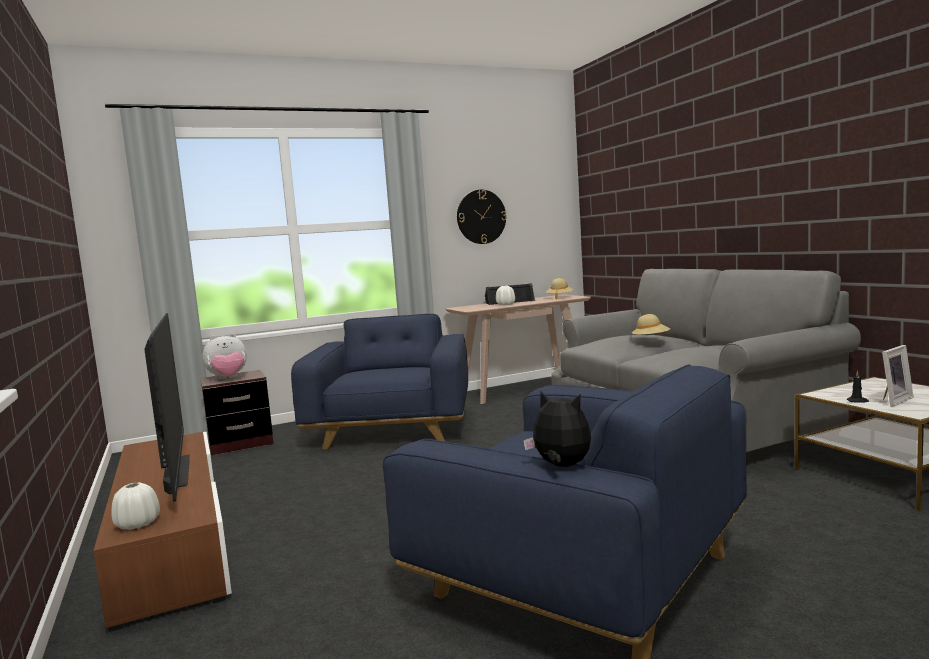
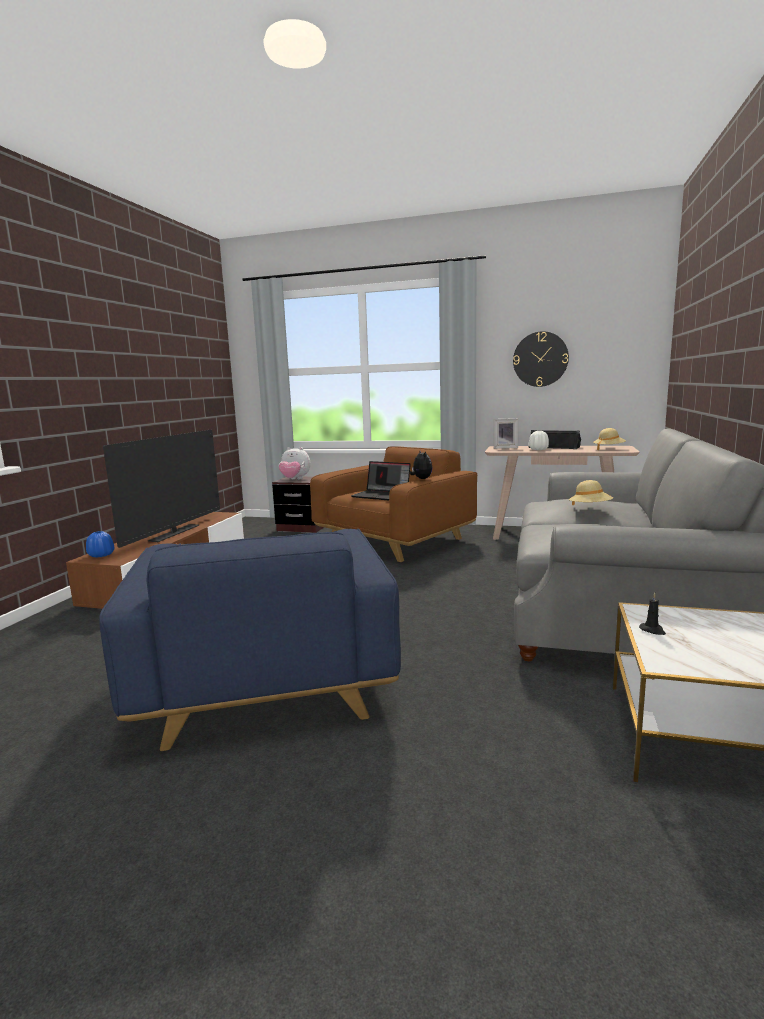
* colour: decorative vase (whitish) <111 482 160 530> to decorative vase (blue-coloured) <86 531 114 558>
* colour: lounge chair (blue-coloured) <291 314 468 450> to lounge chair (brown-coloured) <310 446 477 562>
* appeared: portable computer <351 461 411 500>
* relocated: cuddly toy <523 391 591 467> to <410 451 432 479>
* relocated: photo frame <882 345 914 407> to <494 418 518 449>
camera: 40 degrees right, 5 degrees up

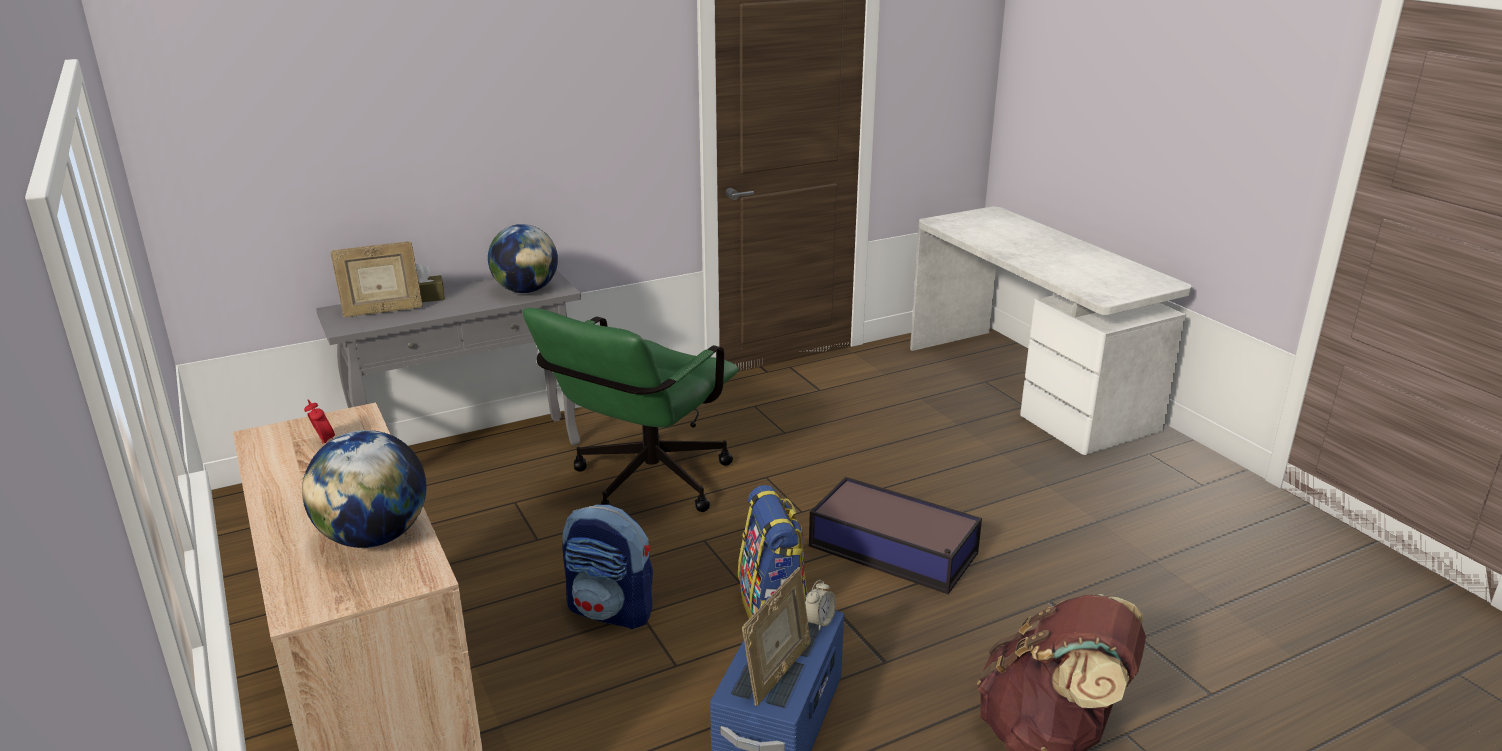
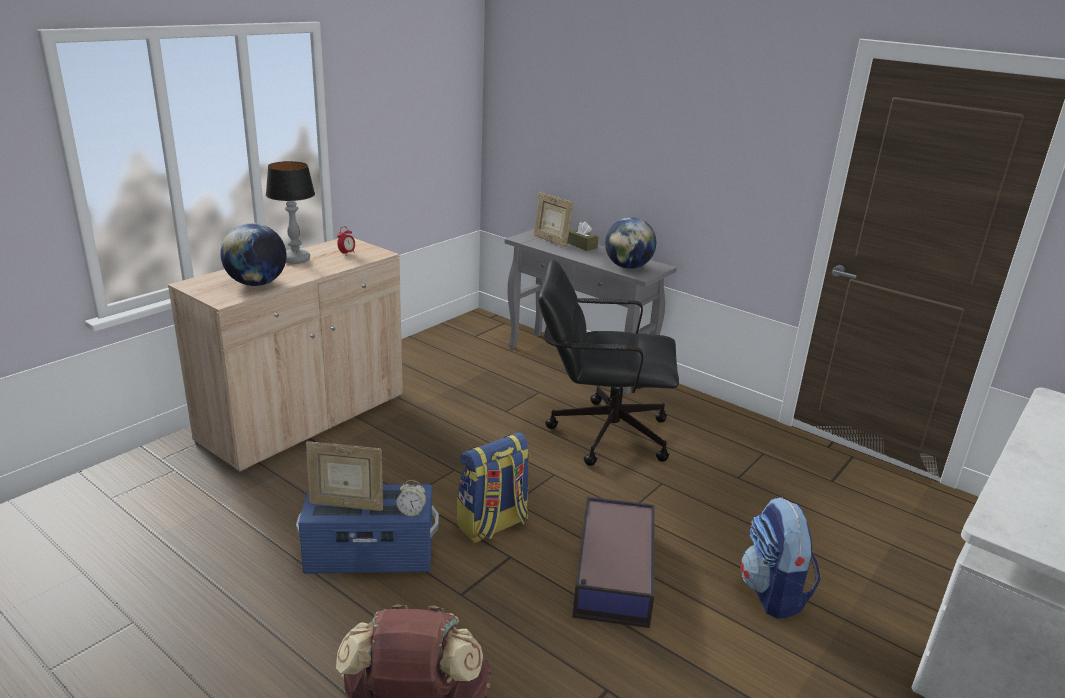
* appeared: tabletop lamp <266 161 315 264>
* colour: desk chair (green) <523 308 738 512> to desk chair (black-coloured) <538 259 679 466>
* relocated: knapsack <562 505 653 630> to <740 497 821 619>
camera: 65 degrees right, 0 degrees up

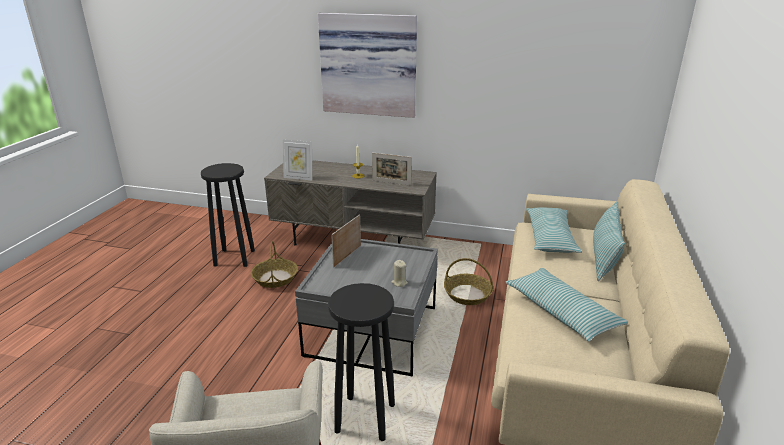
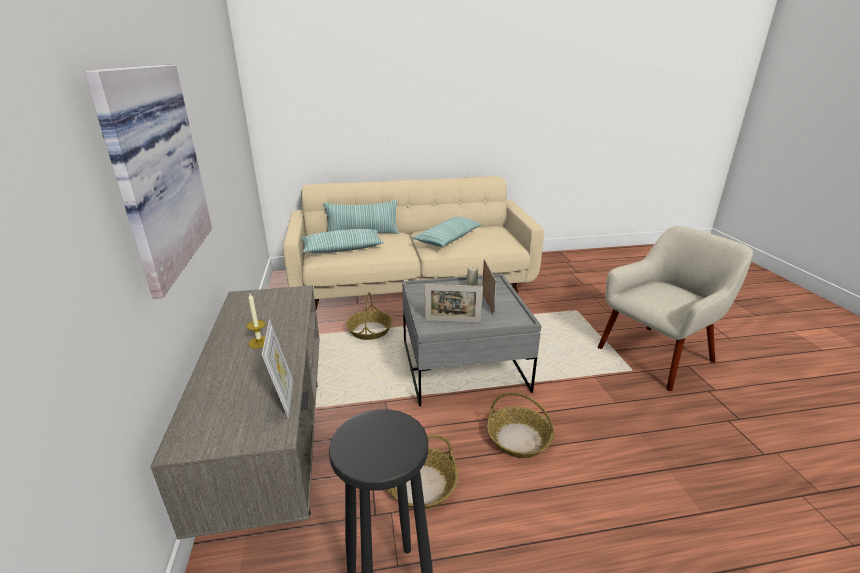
* relocated: photo frame <372 152 412 186> to <482 258 497 316>
* appeared: household basket <487 392 554 458>
* missing: stool (black-coloured) <328 283 395 441>
camera: 115 degrees left, 0 degrees up

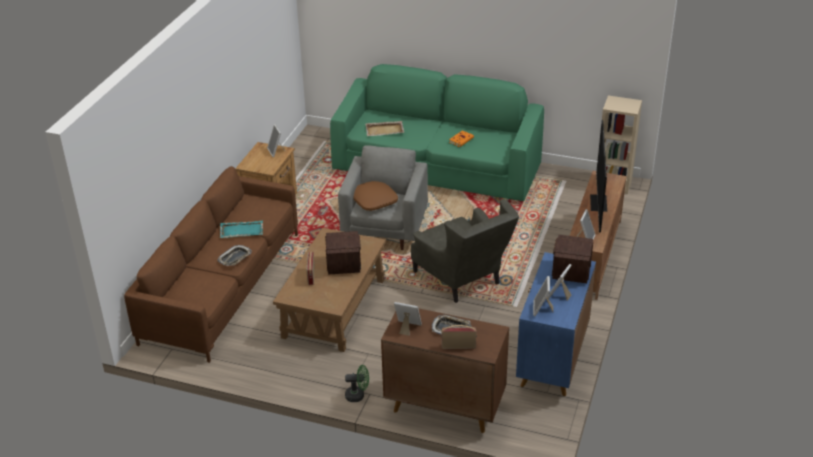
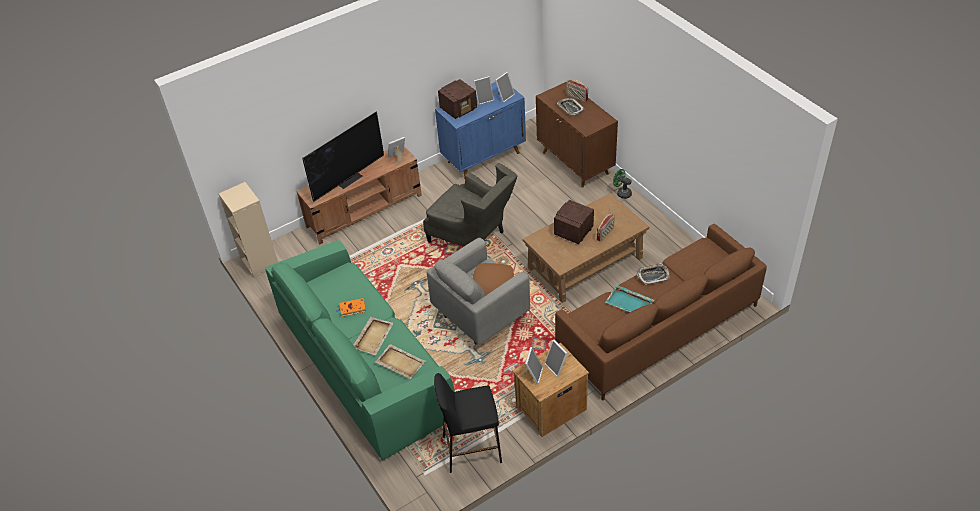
* appeared: carrying tray (sand-coloured) <354 317 393 355>
* spun: lounge chair (greyish) <411 199 519 303> = <423 163 517 247> 120 degrees clockwise
* appeared: stool (black-coloured) <434 373 502 473>
* relocated: photo frame <394 302 422 336> to <544 339 567 377>
camera: 140 degrees left, 10 degrees up

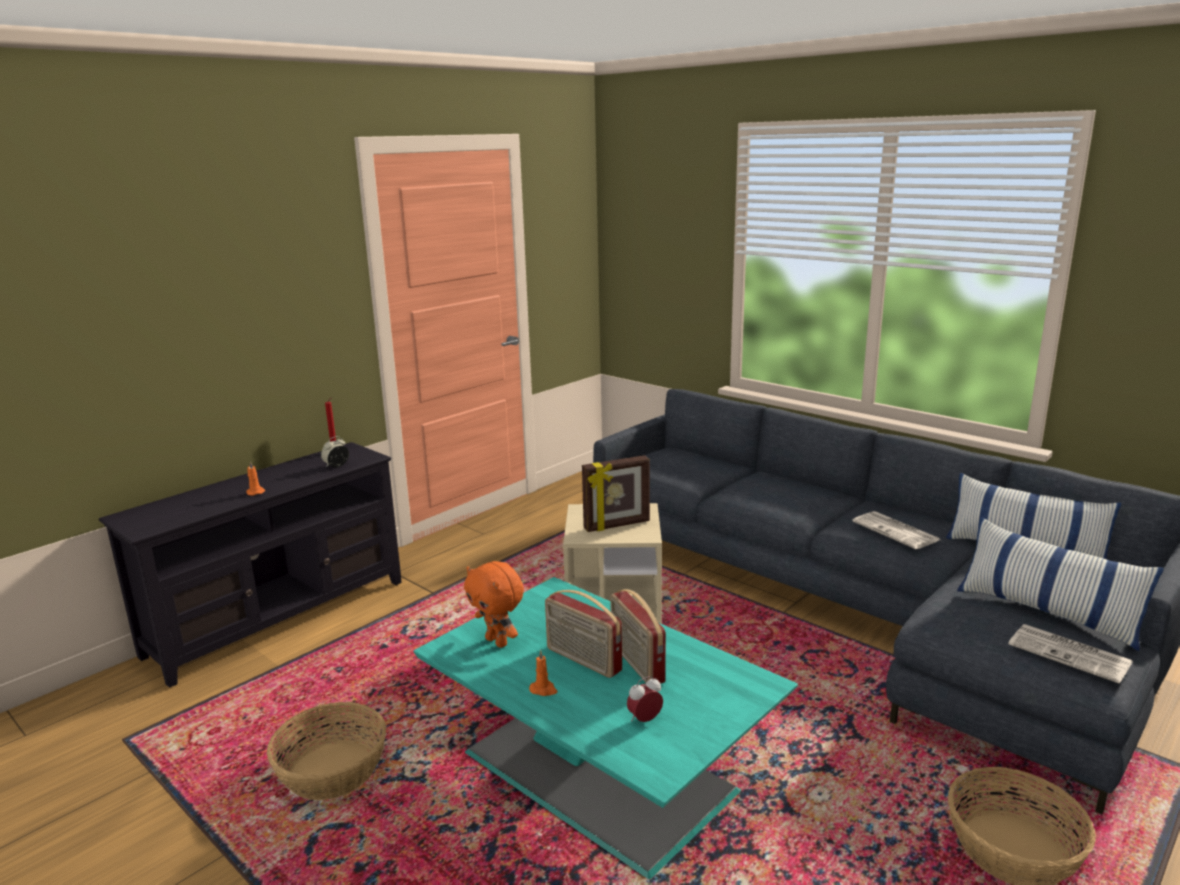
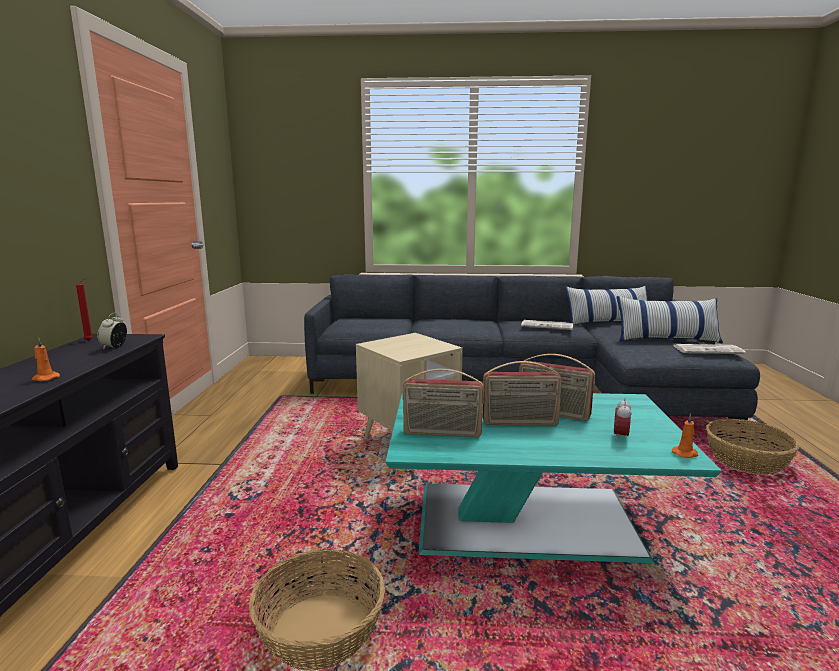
* exchanged: cuddly toy (orange-coloured) <464 561 524 648> to radio <403 369 484 437>
* relocated: wax light (orange-coloured) <529 650 557 696> to <672 414 698 458>
* missing: photo frame <582 455 650 532>
camera: 40 degrees left, 5 degrees down

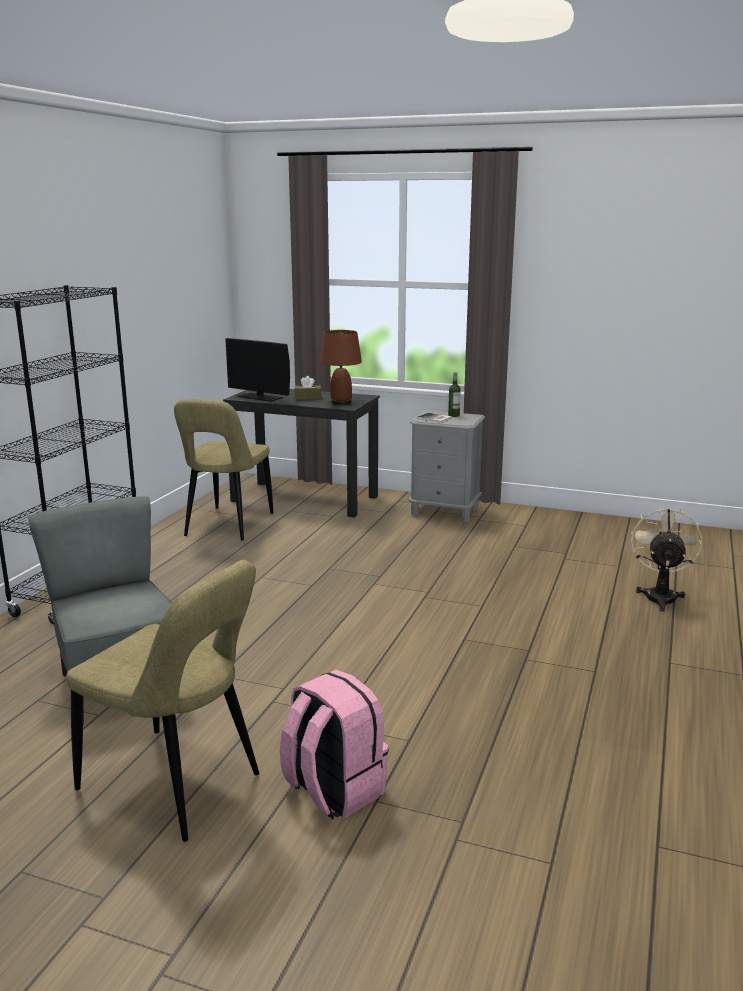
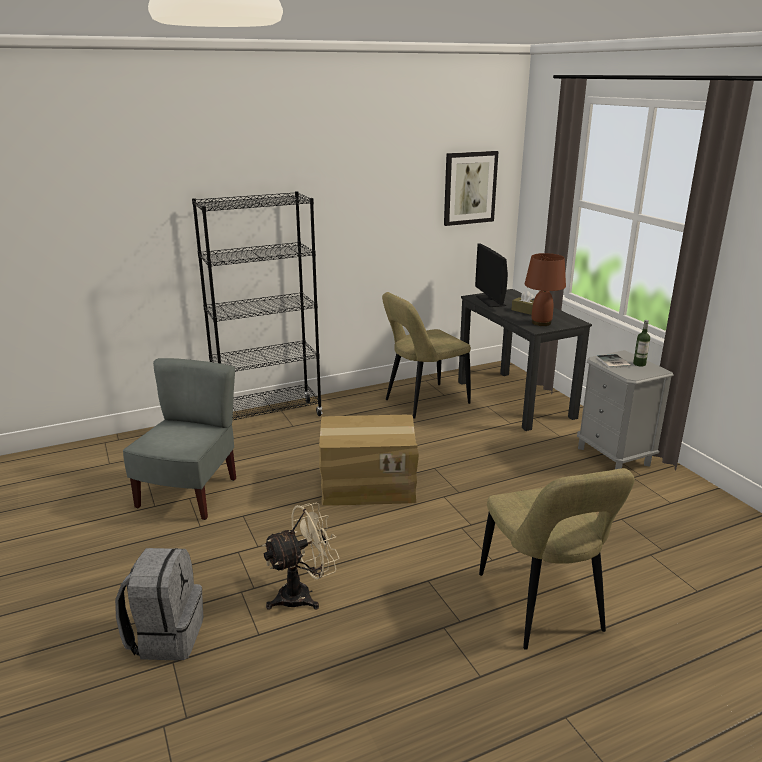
* colour: knapsack (pink-coloured) <280 670 389 819> to knapsack (greyish) <115 548 203 660>
* relocated: fan (sand-coloured) <631 505 702 611> to <263 503 339 610>
* appeared: cardboard box <319 415 419 506>
* appeared: picture <444 151 499 226>
* relocated: upright chair (sand-coloured) <66 560 259 842> to <479 468 635 650>
camera: 45 degrees right, 5 degrees up

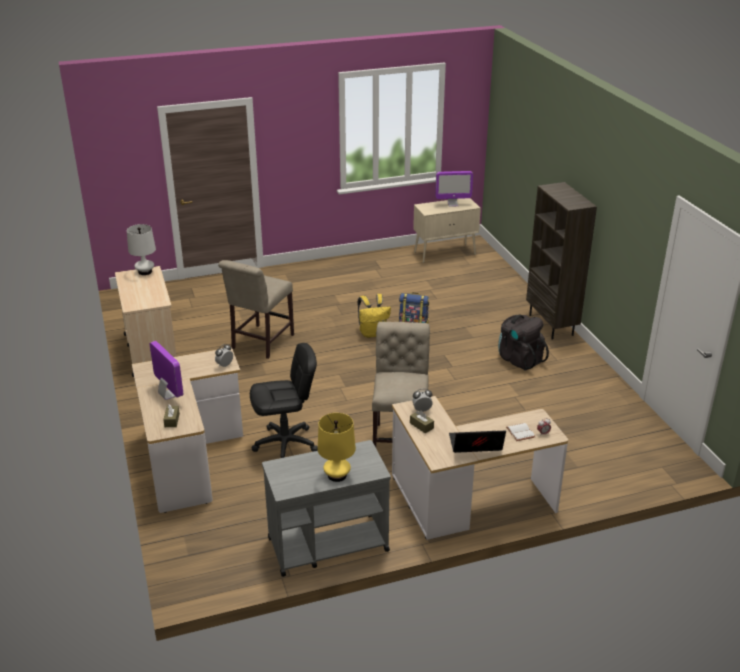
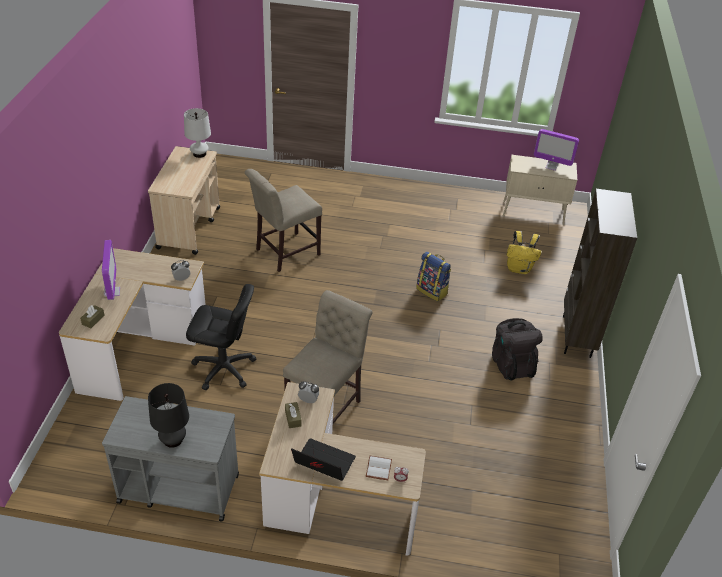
* colour: tabletop lamp (yellow) <318 413 356 482> to tabletop lamp (black-coloured) <148 383 189 448>
* relocated: knapsack (yellow) <357 294 391 338> to <507 231 541 274>
camera: 25 degrees right, 10 degrees up

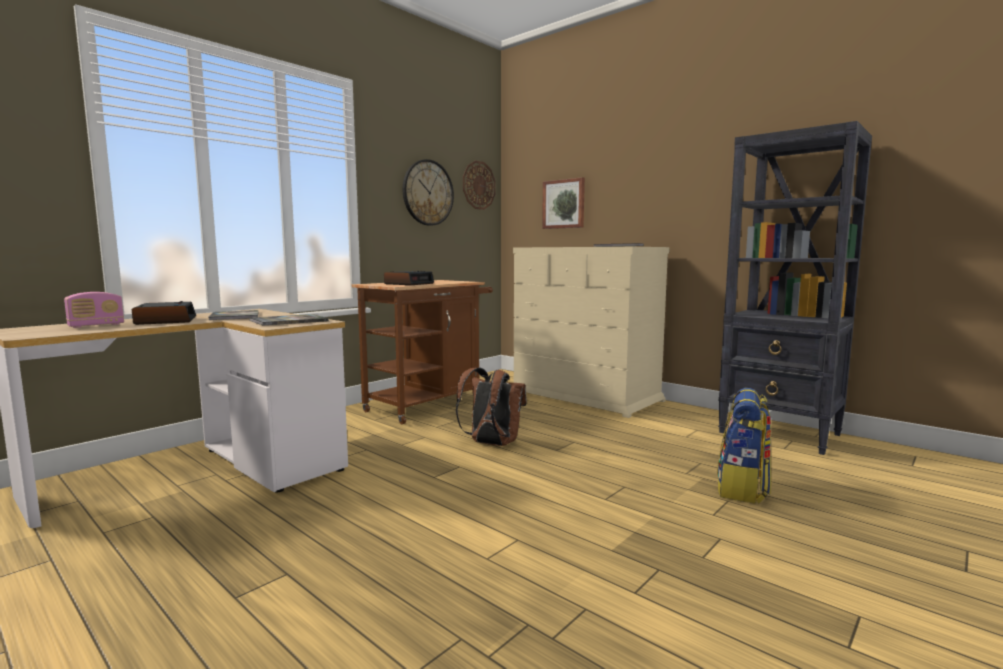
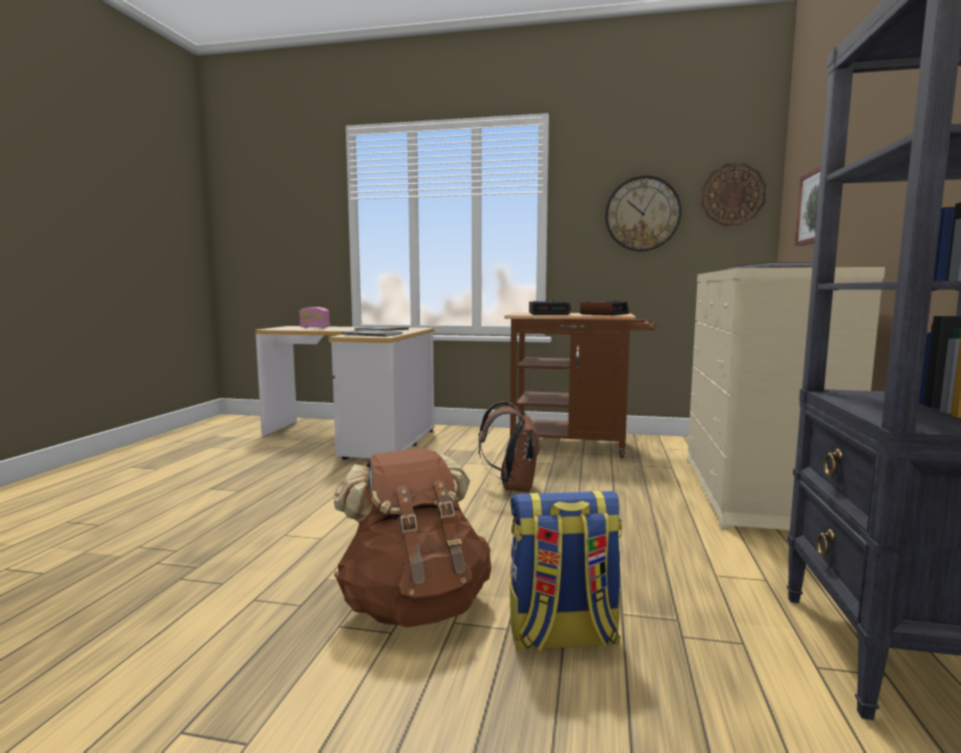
* appeared: knapsack (brown-coloured) <334 448 491 628>
* relocated: bedside clock <132 301 196 325> to <580 301 629 315>
camera: 60 degrees right, 0 degrees up

